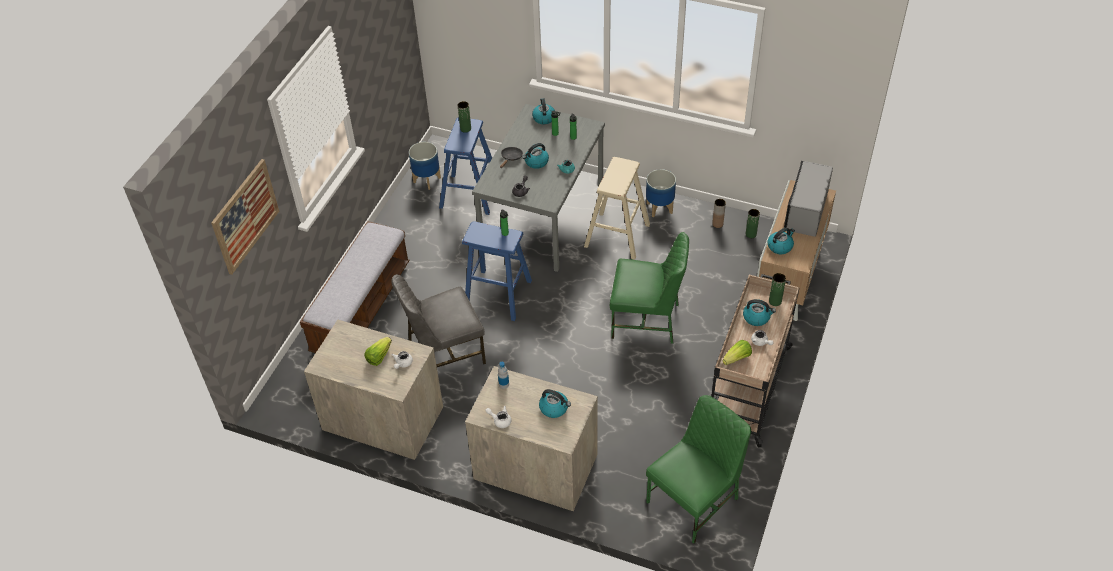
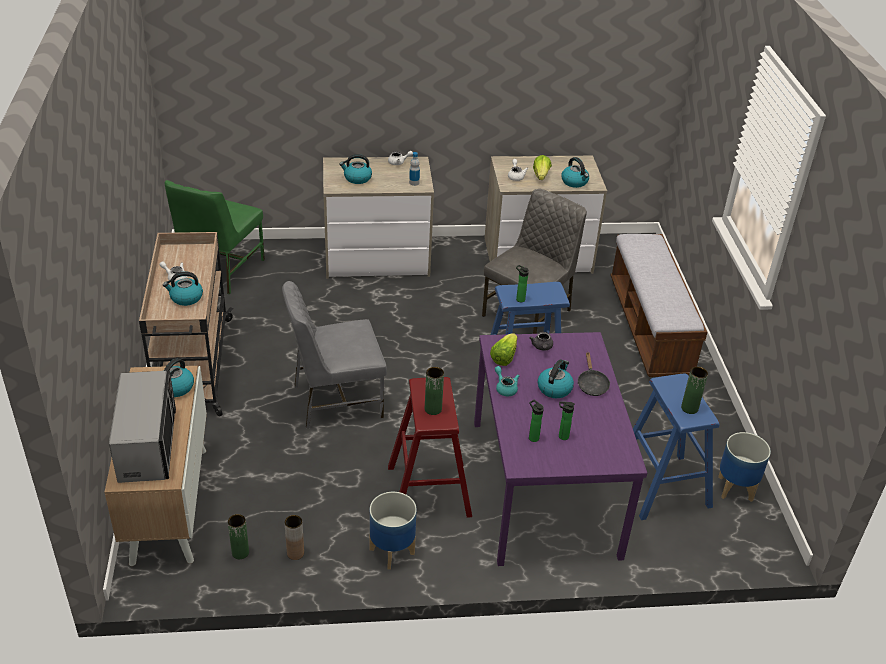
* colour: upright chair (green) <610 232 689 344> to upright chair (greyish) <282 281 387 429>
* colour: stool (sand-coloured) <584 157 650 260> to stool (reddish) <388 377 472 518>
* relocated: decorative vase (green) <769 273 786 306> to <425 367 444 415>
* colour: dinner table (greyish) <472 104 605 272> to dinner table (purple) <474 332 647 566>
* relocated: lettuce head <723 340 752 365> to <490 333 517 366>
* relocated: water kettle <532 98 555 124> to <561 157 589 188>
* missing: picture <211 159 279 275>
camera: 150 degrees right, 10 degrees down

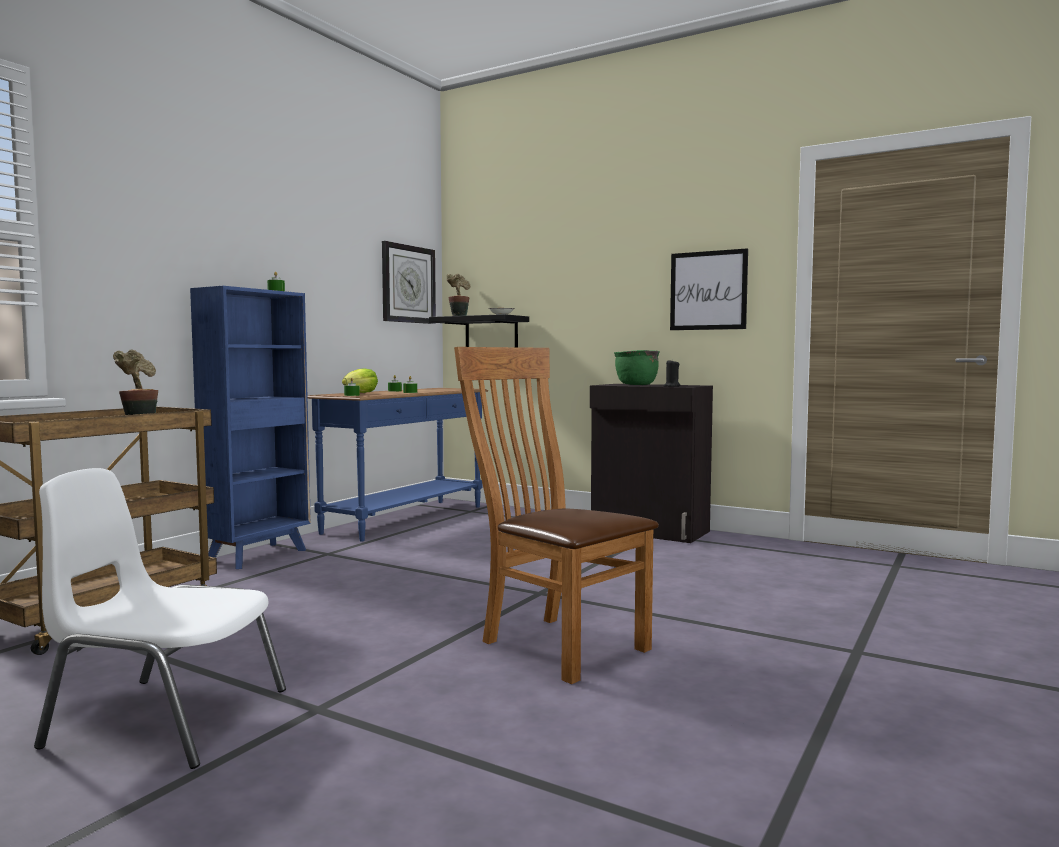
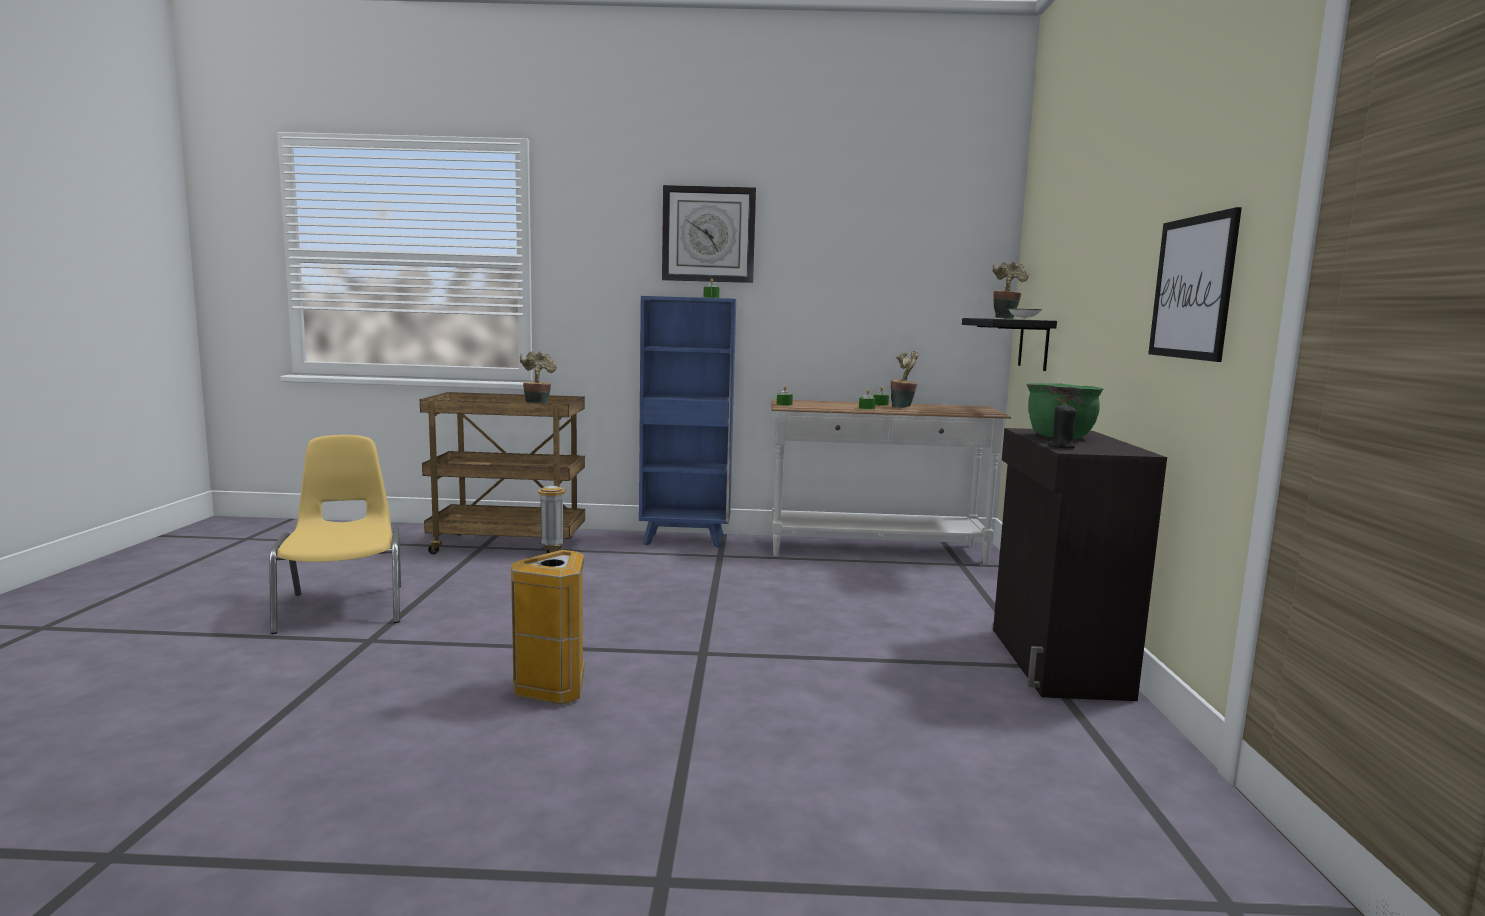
* colour: upright chair (whitish) <34 468 286 769> to upright chair (yellow) <269 435 401 634>
* exchanged: upright chair (brown-coloured) <454 347 659 684> to rubbish bin <511 486 584 705>
* relocated: clock on the wall <382 241 436 324> to <662 185 756 283>
* colour: narrow table (blue-coloured) <308 388 488 542> to narrow table (whitish) <771 399 1011 564>
* appeared: plant in a pot <890 351 918 408>
* missing: lettuce head <342 369 378 393>
camera: 60 degrees right, 5 degrees up

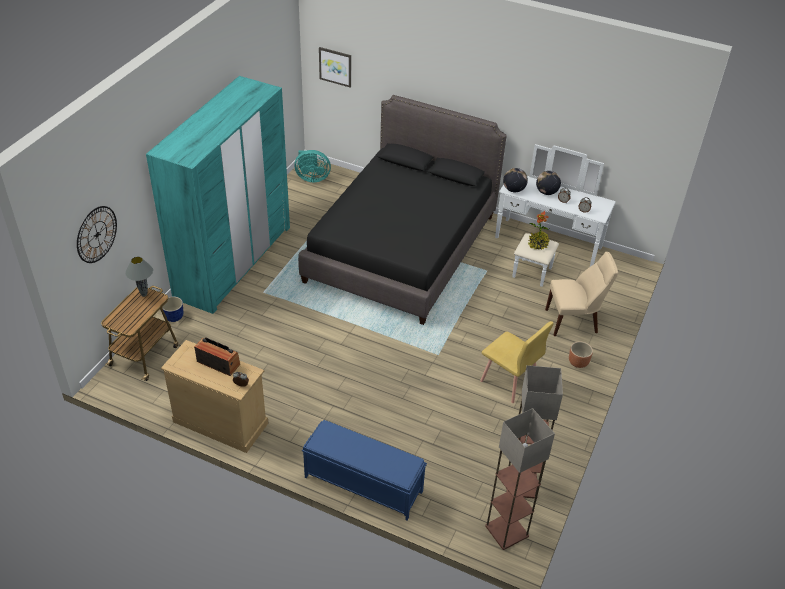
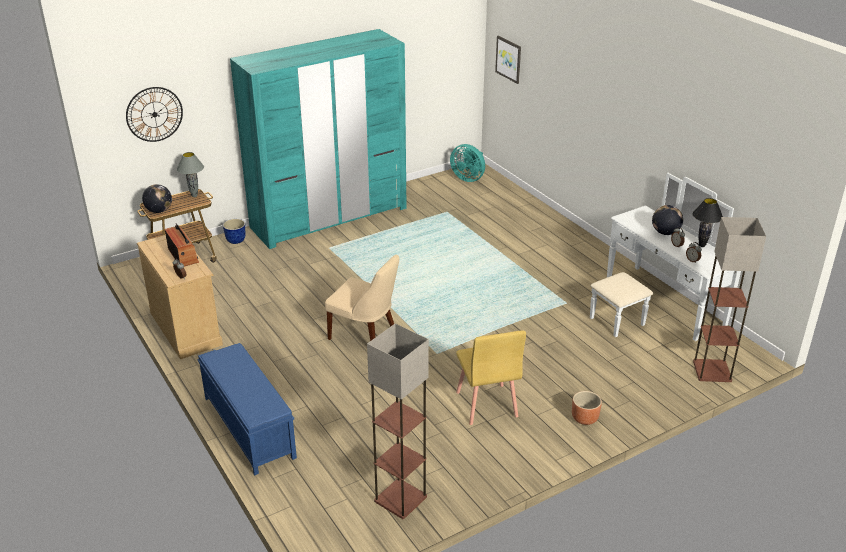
* relocated: world globe <503 168 528 192> to <142 184 172 213>
* relocated: upright chair (sand-coloured) <545 252 618 336> to <325 255 399 341>
* appeared: tabletop lamp (black-coloured) <693 198 723 247>
* relocated: standing lamp <485 408 555 550> to <693 217 766 382>
* missing: sleeping bed (black-coloured) <298 95 507 325>
* missing: plant in a pot <527 211 550 250>
camera: 35 degrees right, 10 degrees down

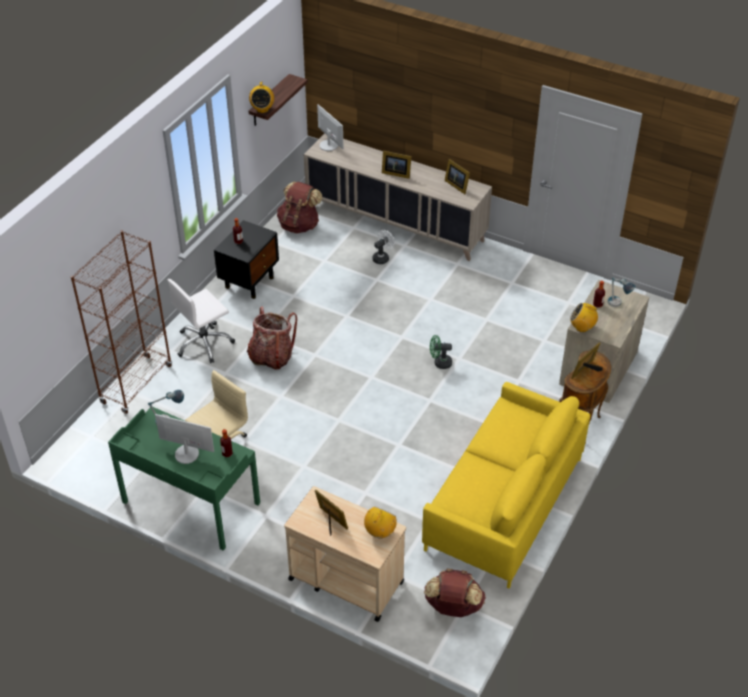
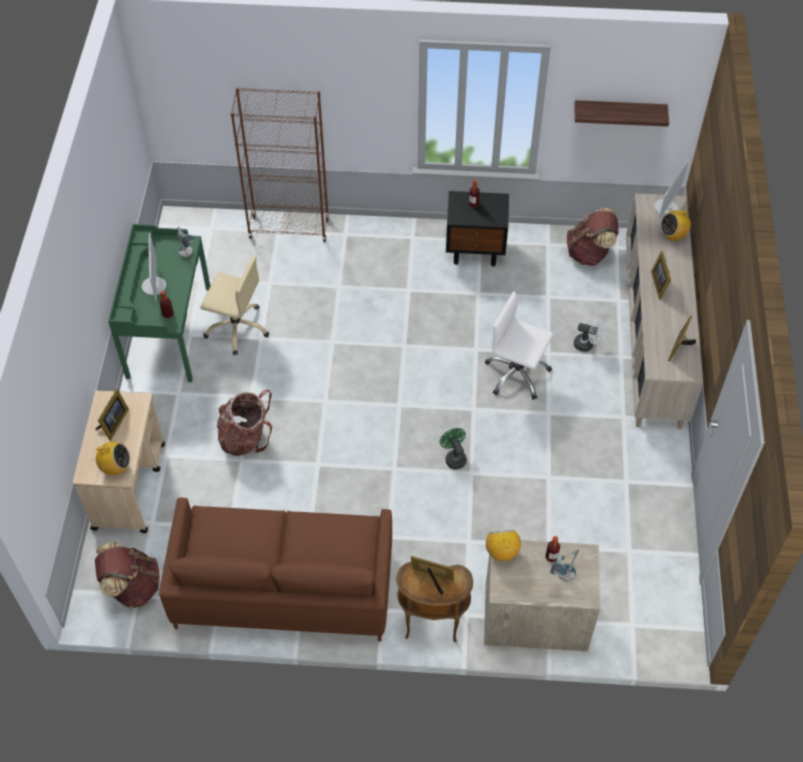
* colour: couch (yellow) <422 382 590 589> to couch (brown-coloured) <159 498 392 641>
* relocated: knapsack <247 307 297 370> to <217 389 272 456>
* relocated: desk chair (whitish) <168 279 235 363> to <485 292 553 400>
* relocated: radio <249 82 274 113> to <660 207 691 241>
camera: 65 degrees right, 10 degrees up

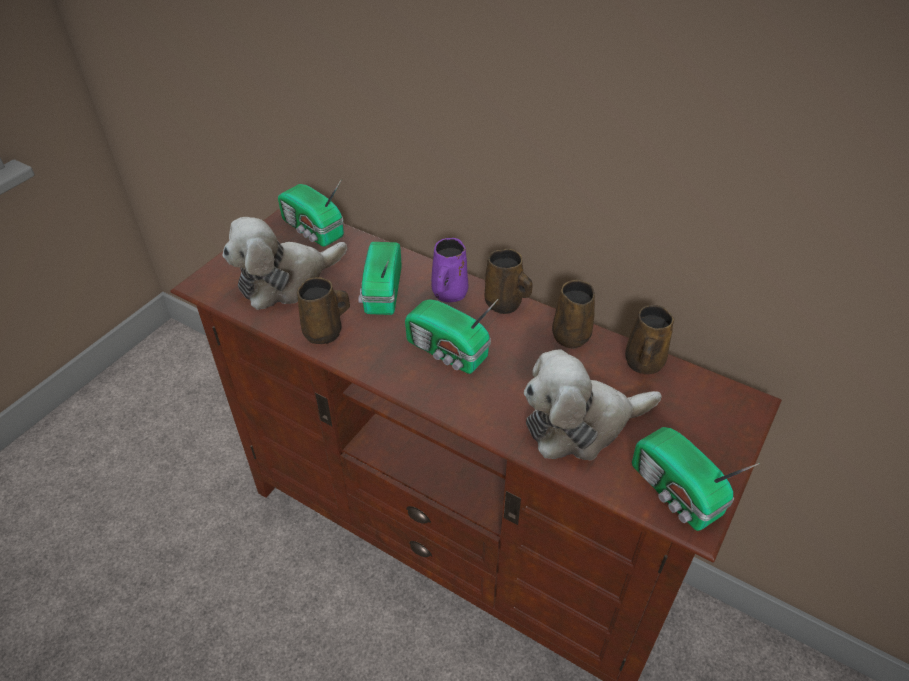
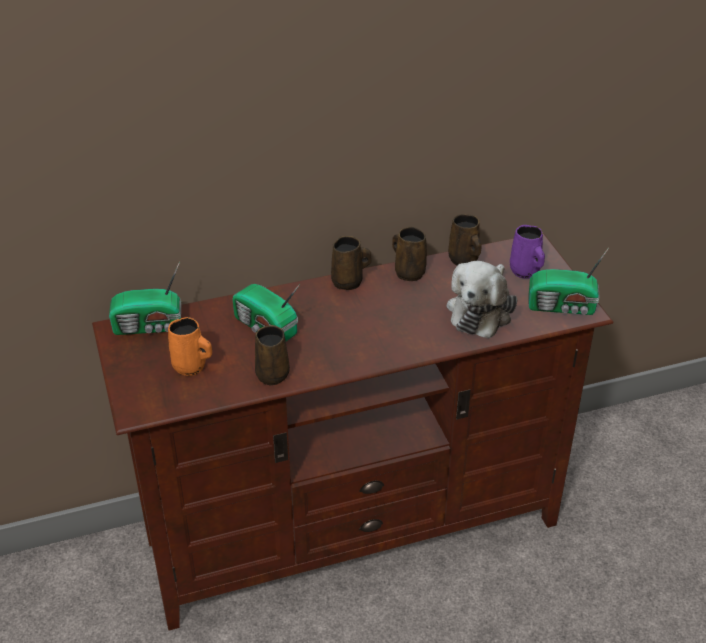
* exchanged: cuddly toy <222 217 347 310> to coffee mug (orange-coloured) <168 317 212 376>
* relocated: coffee mug (purple) <431 238 468 303> to <510 225 545 279>
* missing: radio <405 299 498 374>
camera: 50 degrees left, 5 degrees down

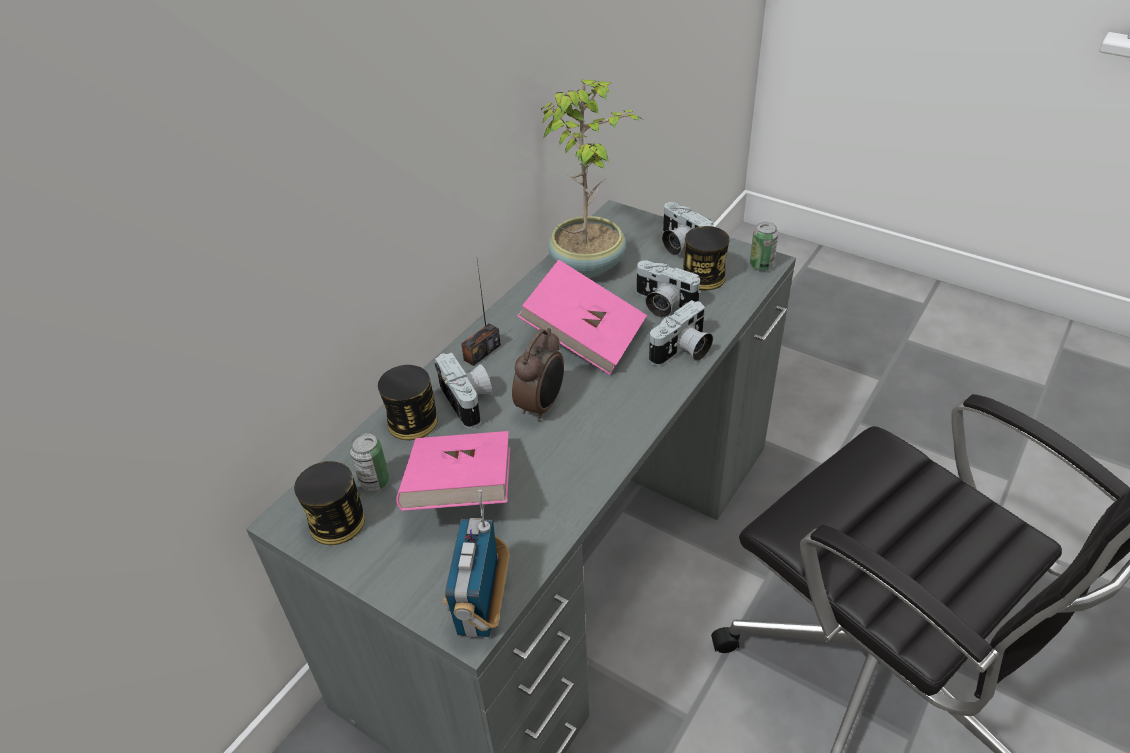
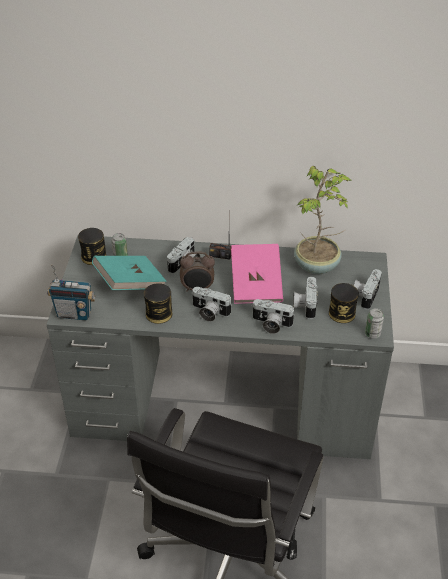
* spun: radio <443 490 510 638> = <47 264 95 320> 150 degrees counterclockwise
* colour: book (pink-coloured) <396 431 510 511> to book (blue-green) <92 256 167 290>
* relocated: can <378 365 437 440> to <144 283 172 324>
* appeared: photo camera <192 287 232 322>
camera: 60 degrees right, 0 degrees up

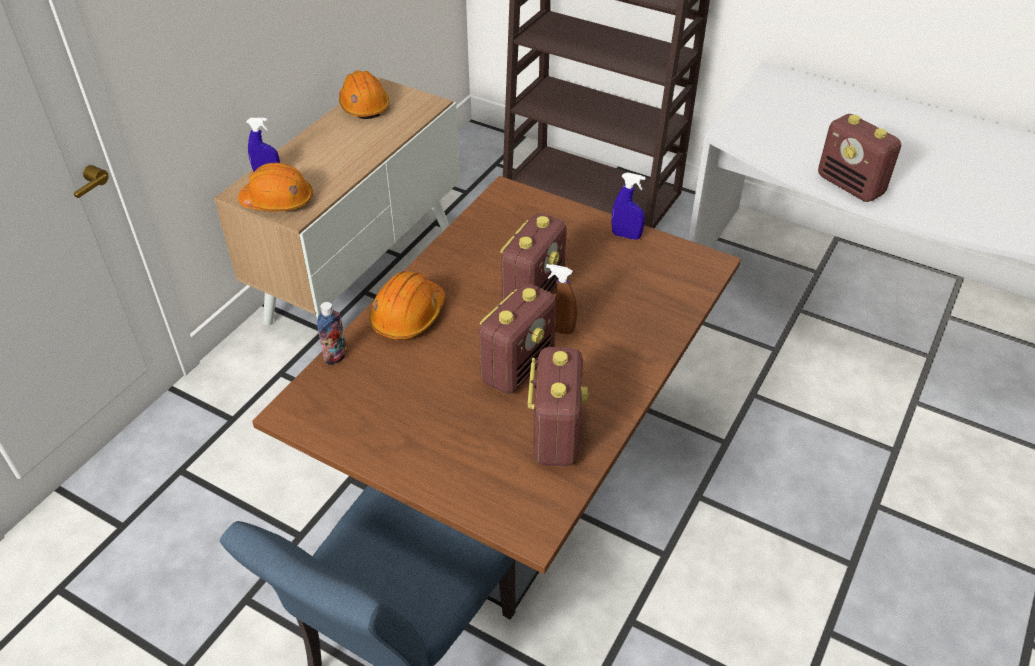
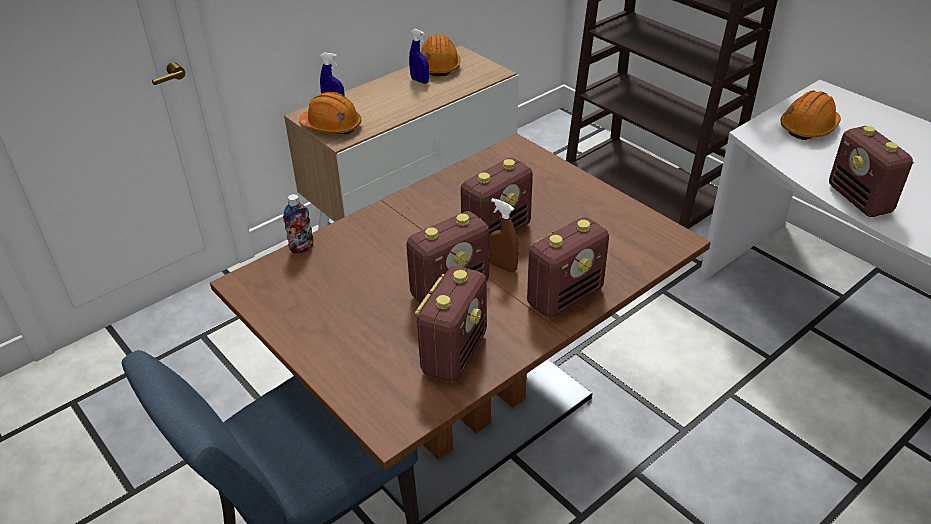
* relocated: sprayer (blue-coloured) <612 172 646 240> to <409 29 429 84>
* appeared: radio <527 217 609 318>
* relocated: work helmet (orange-coloured) <369 271 445 340> to <781 91 841 140>
camera: 20 degrees right, 5 degrees down

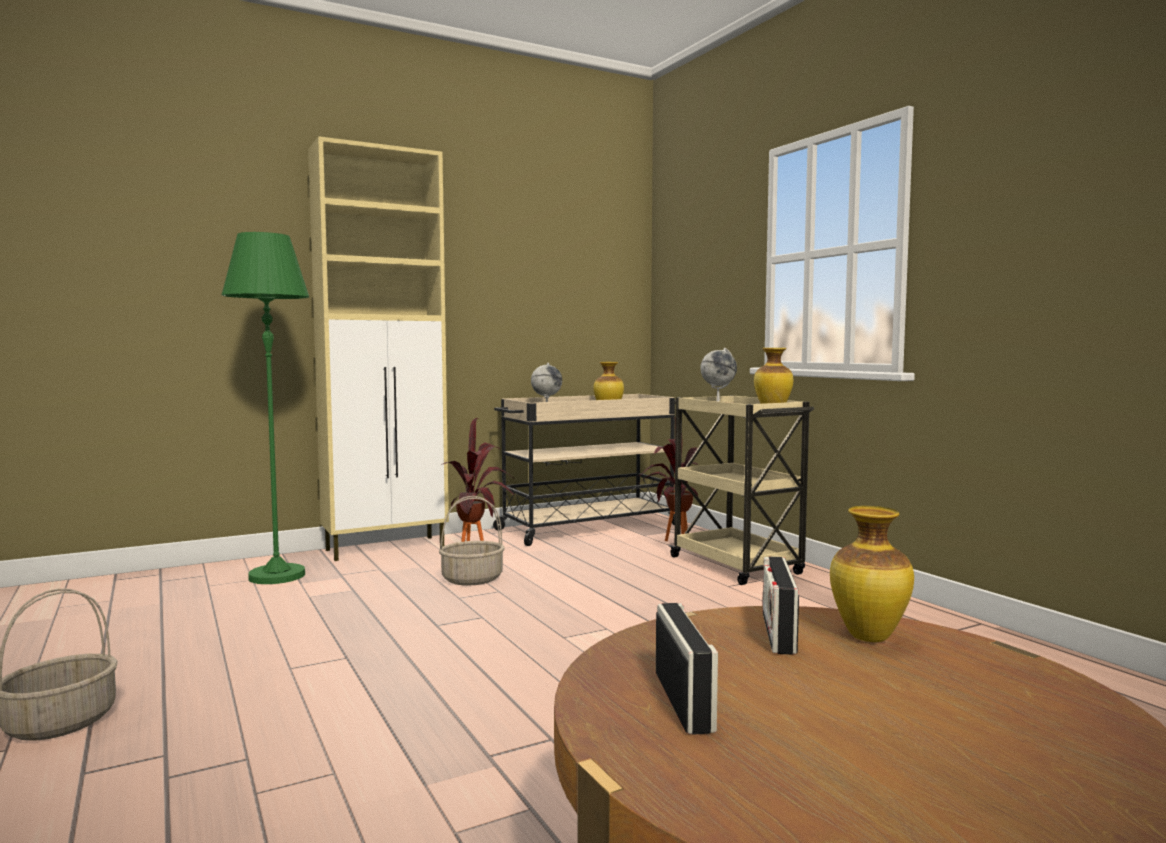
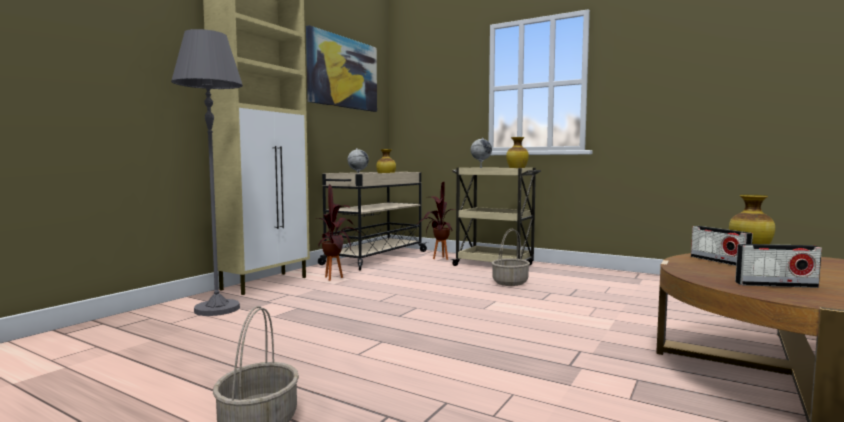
* colour: standing lamp (green) <222 232 309 584> to standing lamp (greyish) <171 29 243 316>
* appeared: picture <306 25 377 112>
* relocated: household basket <439 496 505 586> to <491 229 530 286>
* spun: radio <656 603 718 735> = <735 244 822 288> 135 degrees clockwise
camera: 30 degrees left, 0 degrees up

